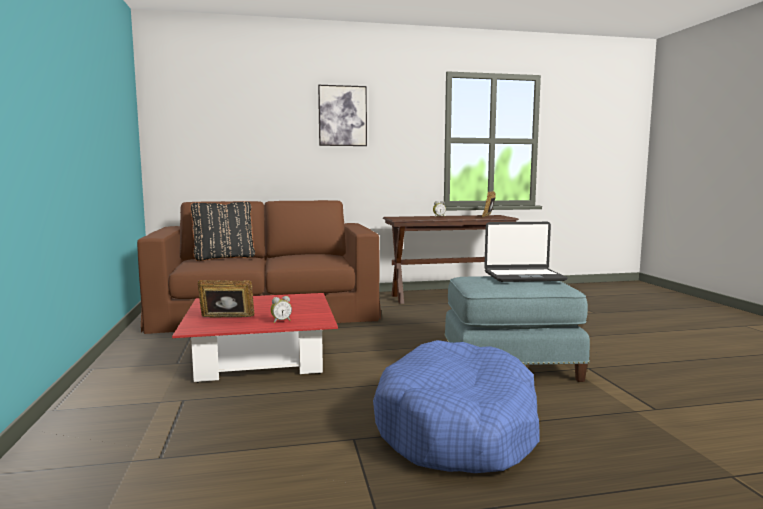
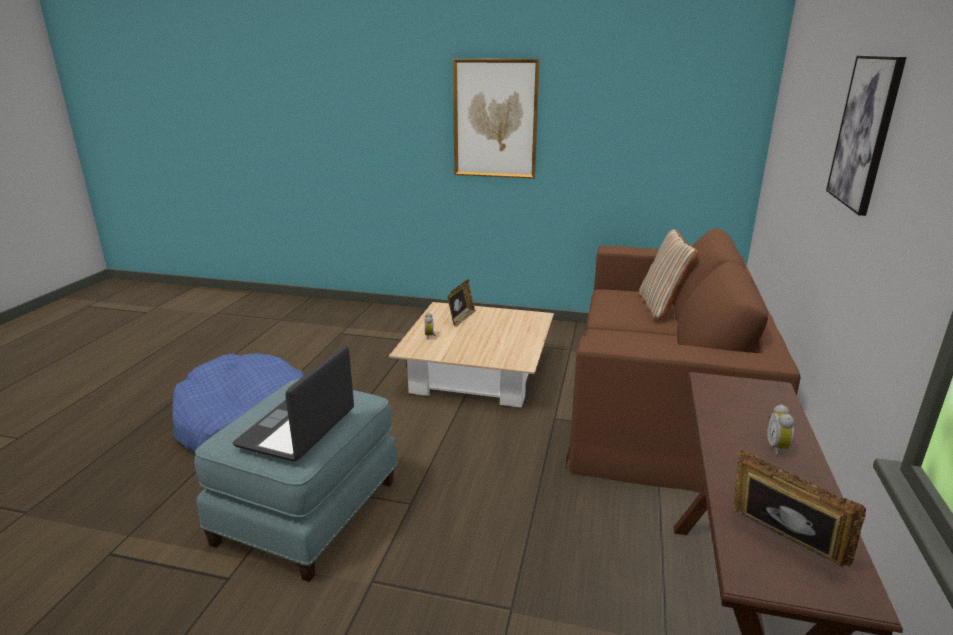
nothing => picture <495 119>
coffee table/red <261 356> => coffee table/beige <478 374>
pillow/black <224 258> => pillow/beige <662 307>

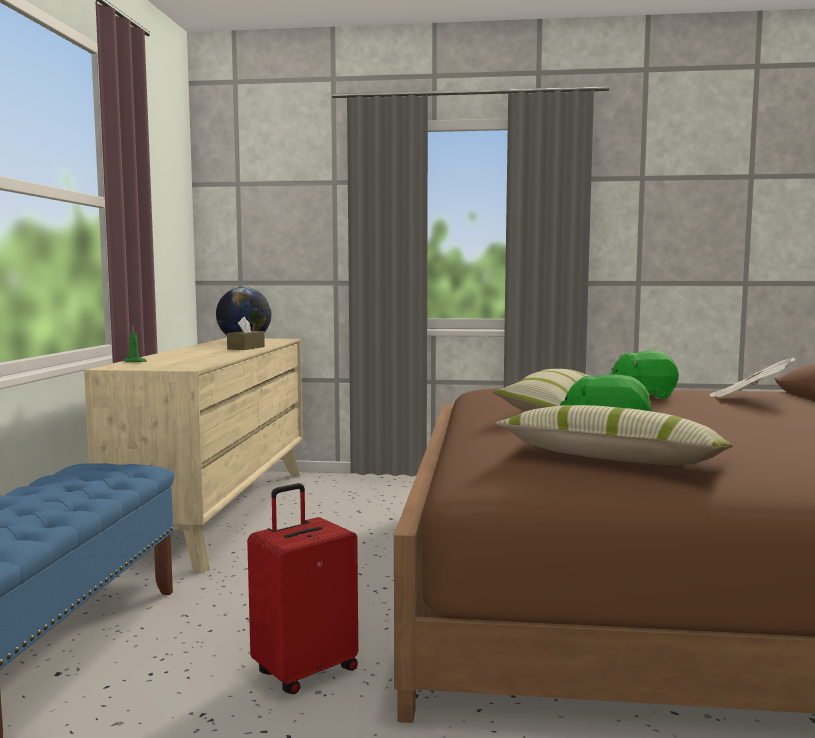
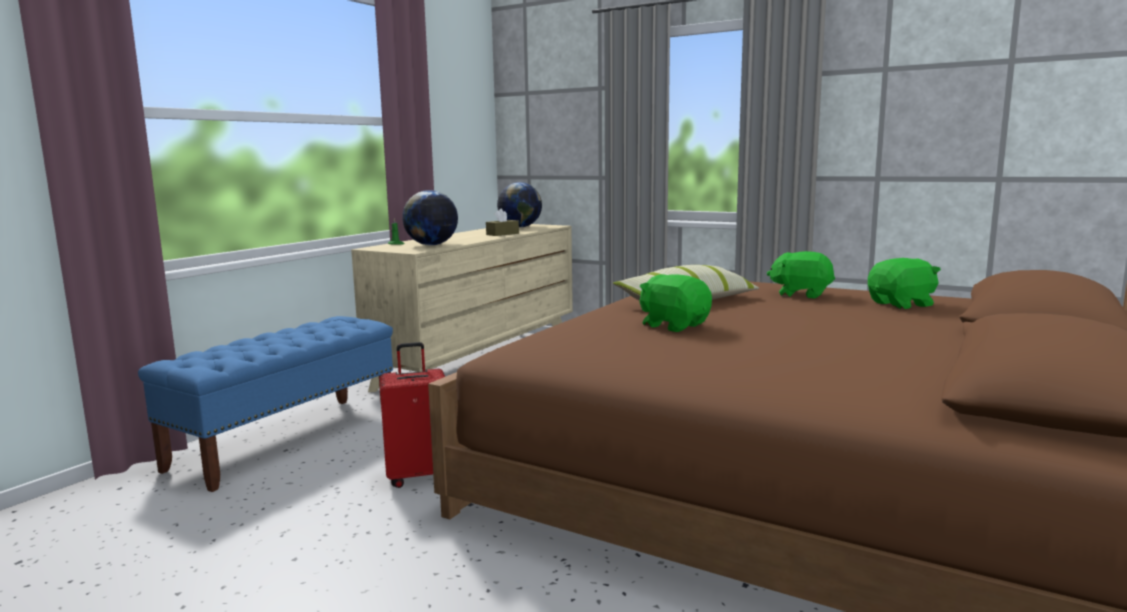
pillow <612 459> => nothing
nothing => globe <431 245>
newspaper <748 399> => plush toy/green <902 304>

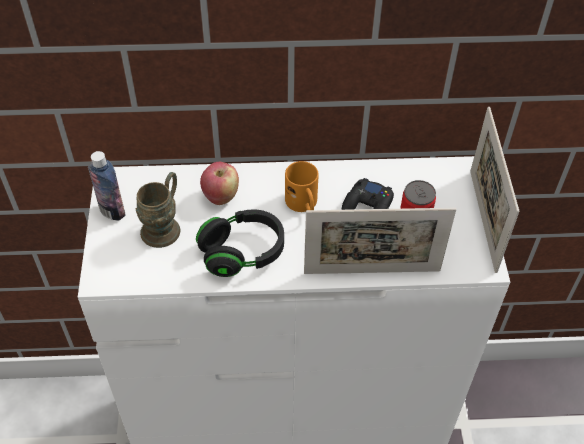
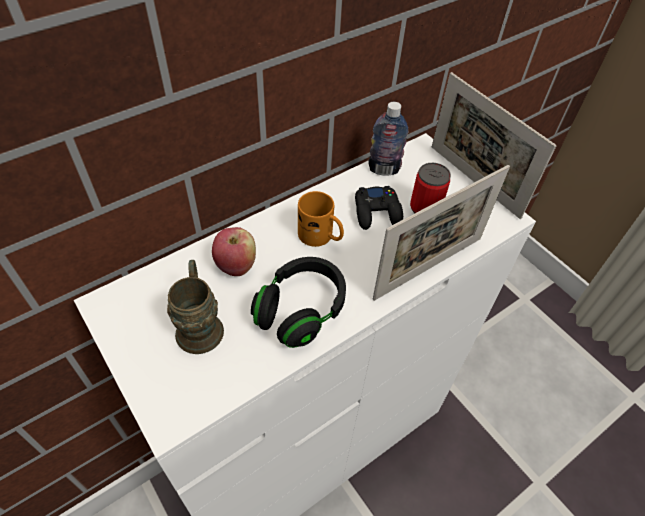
bottle <112 211> => bottle <384 169>, relocated

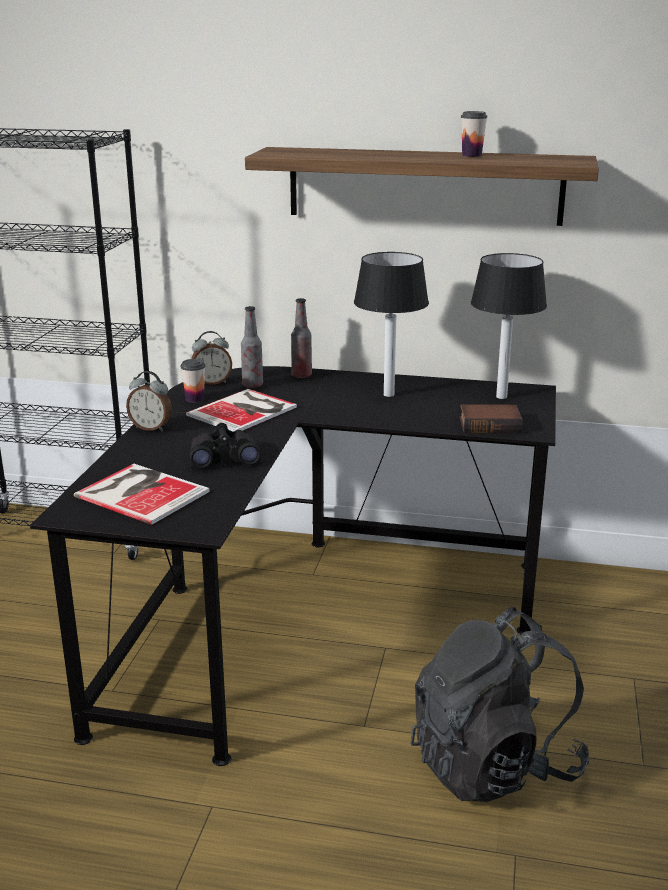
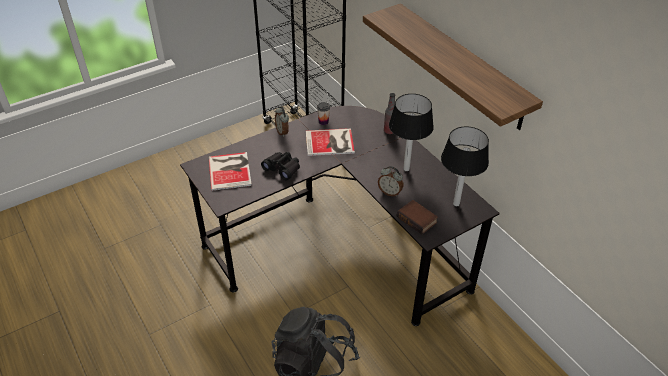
bottle <252 385> => nothing
cup <471 155> => nothing
alarm clock <212 382> => alarm clock <390 192>, relocated

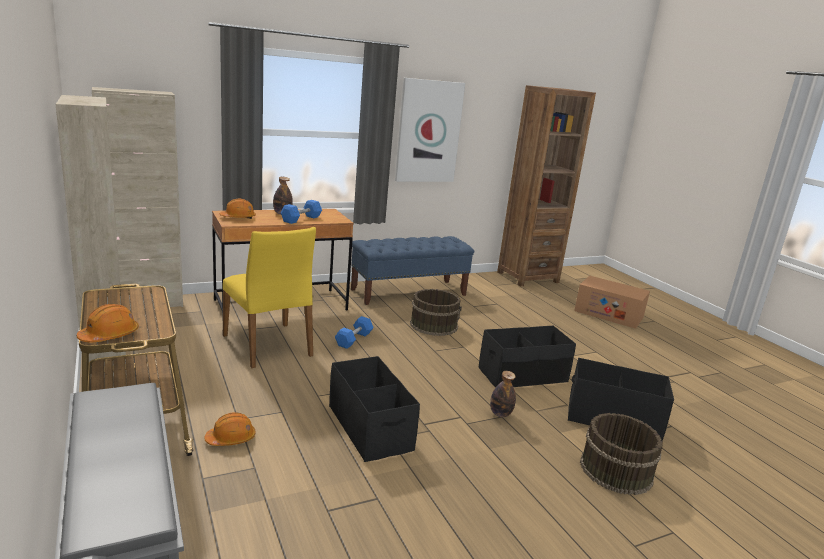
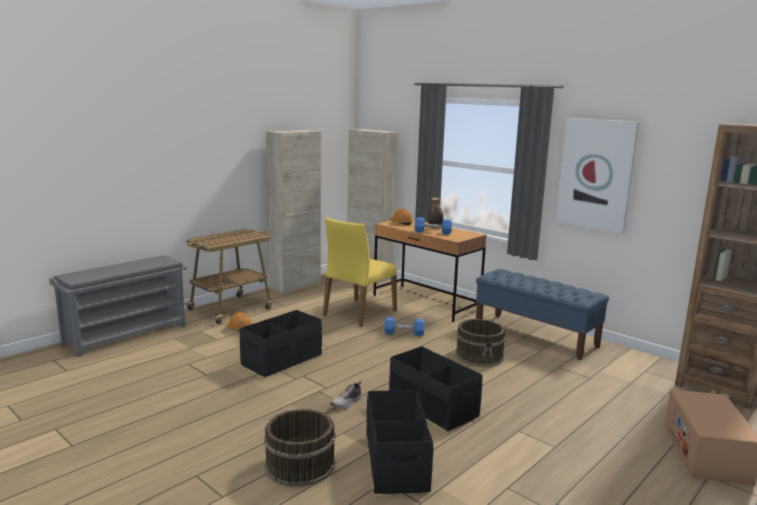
hard hat/orange <109 335> => nothing
bottle <500 414> => shoe <347 403>

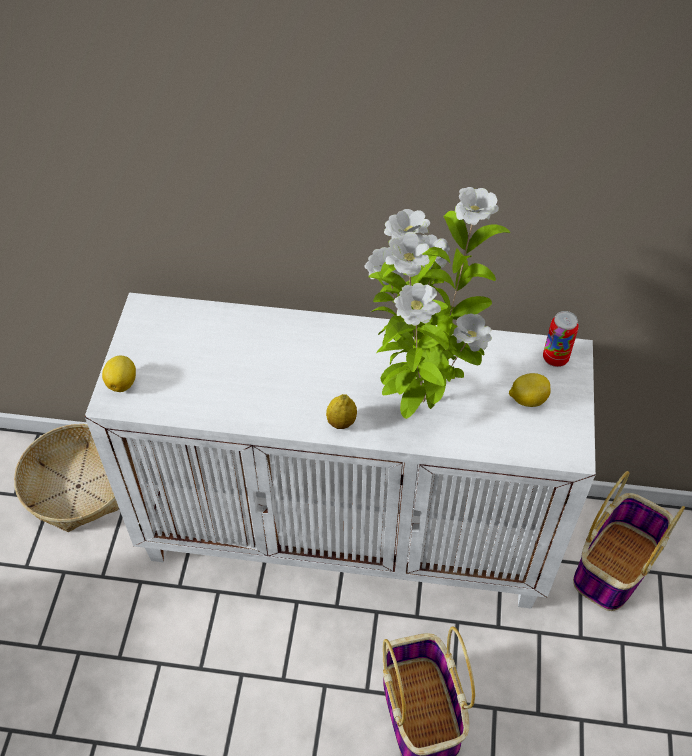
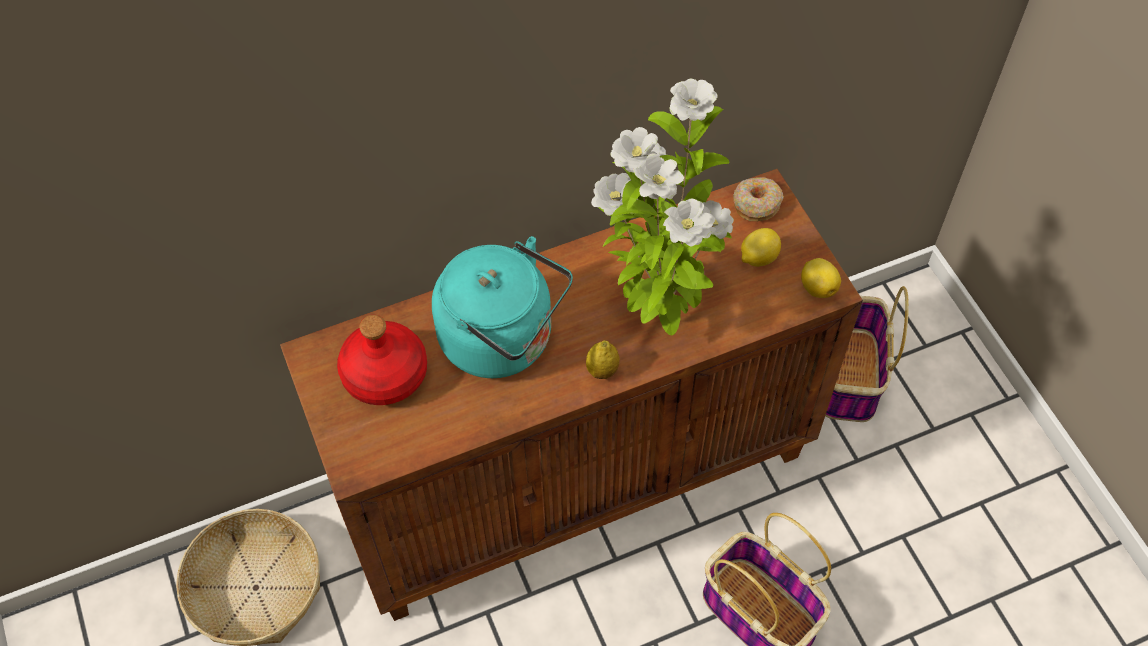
nothing => bottle/red <386 375>
nothing => kettle/turquoise <503 340>
lemon <122 382> => lemon <817 287>, relocated
can <555 358> => donut <756 204>
cabinet/white <348 531> => cabinet/brown <578 477>

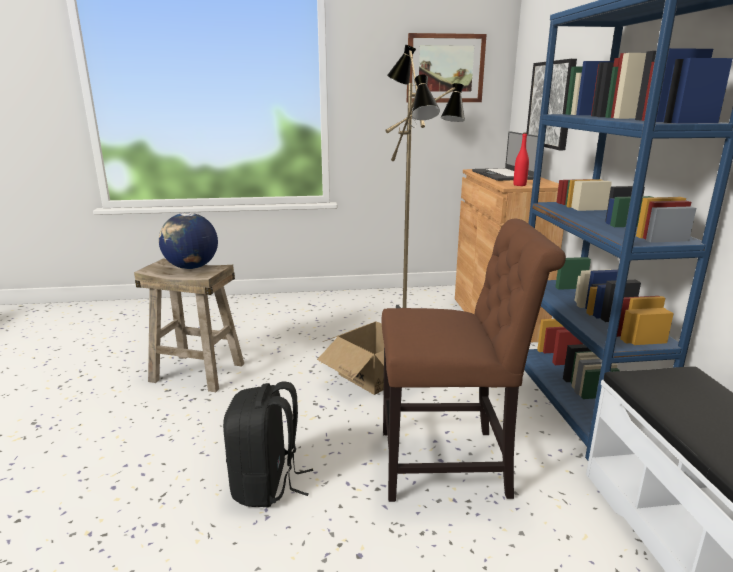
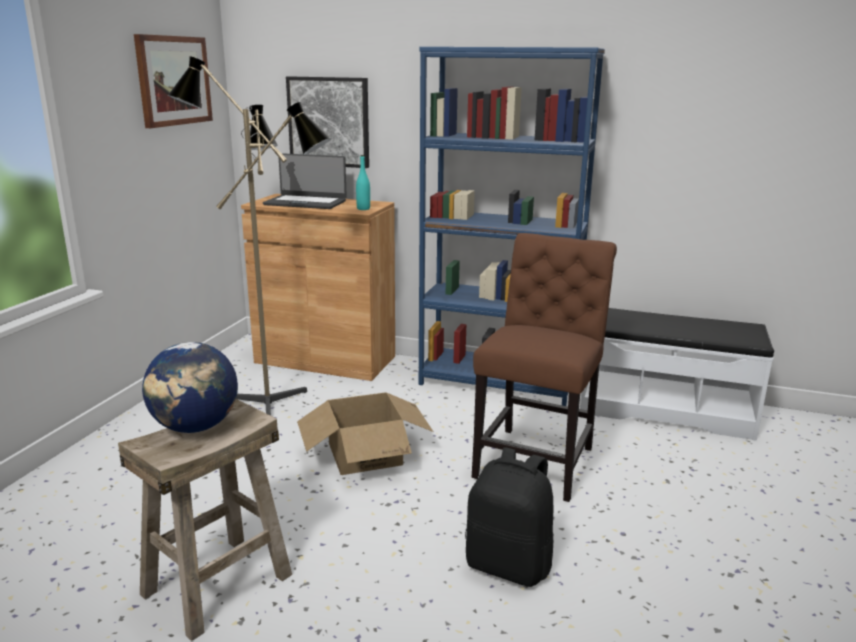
bottle/red <519 185> => bottle/turquoise <363 209>

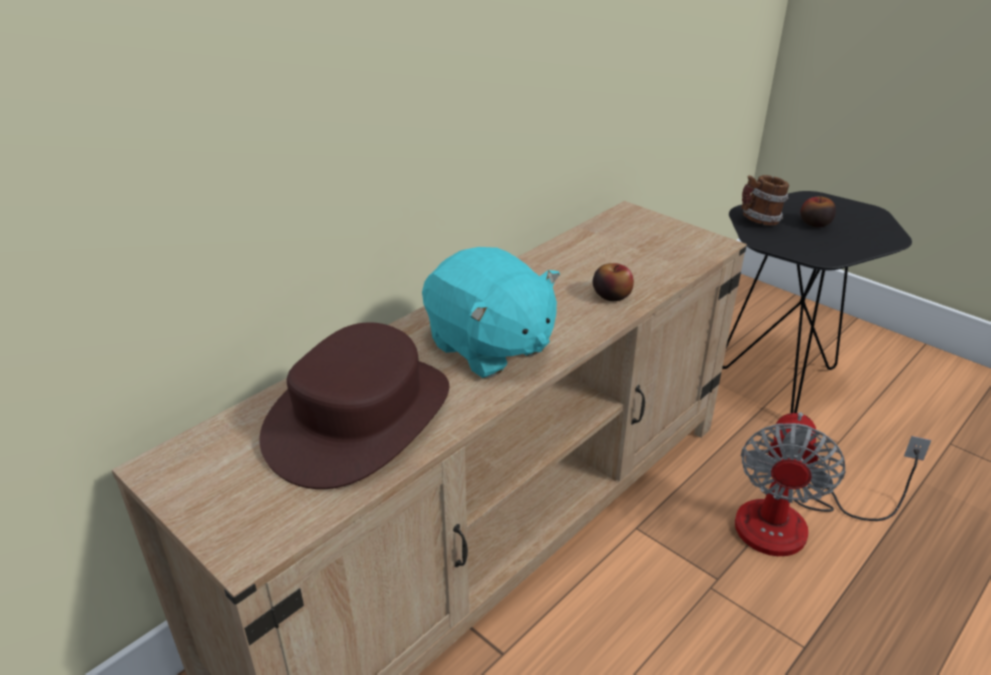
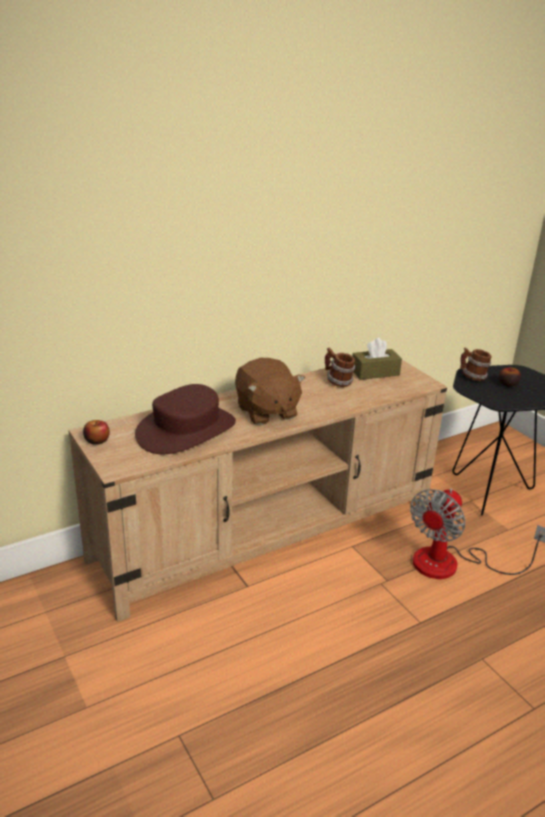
nothing => mug <338 382>
nothing => tissue box/brown <375 372>
apple <612 295> => apple <97 440>, relocated
plush toy/turquoise <489 347> => plush toy/brown <266 412>

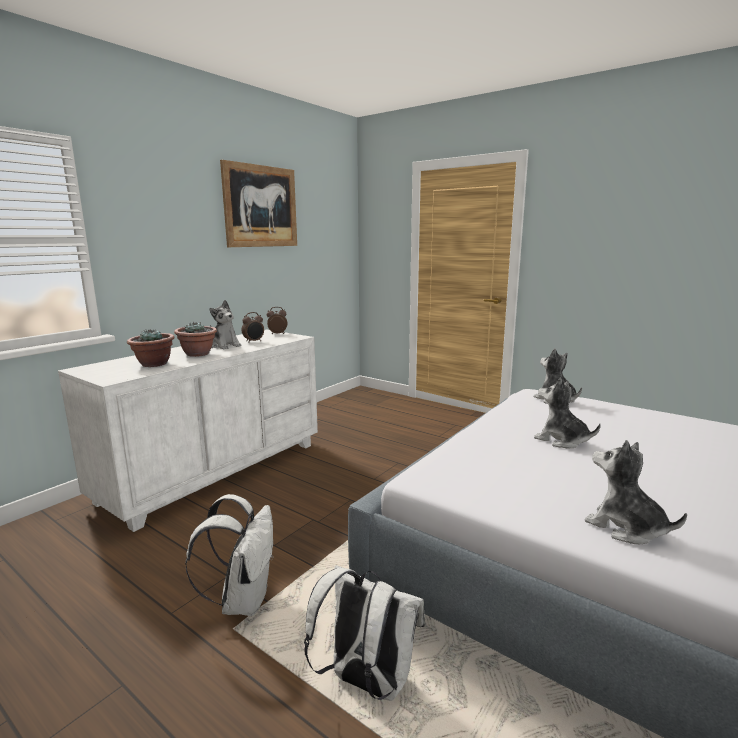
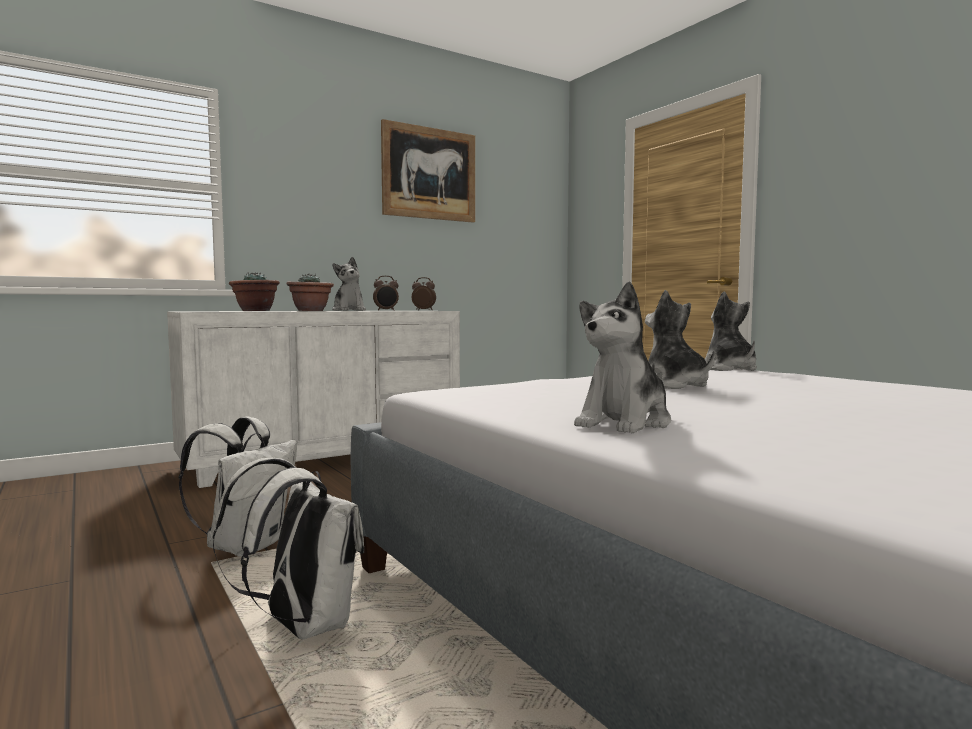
plush toy <625 527> => plush toy <625 423>, 120 degrees counterclockwise

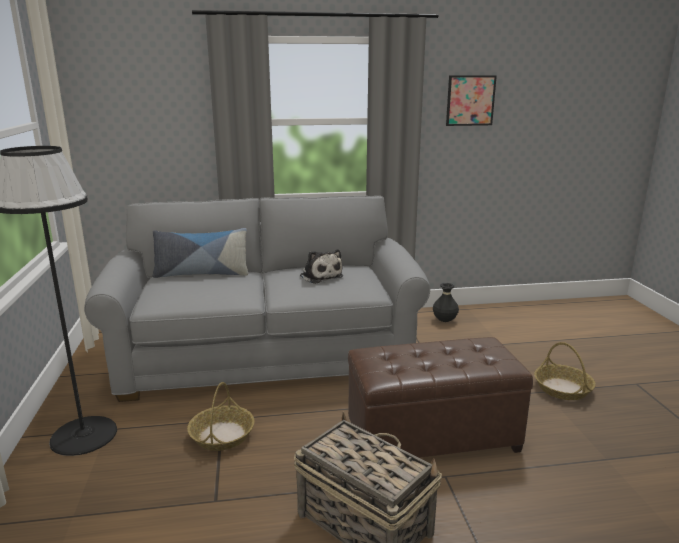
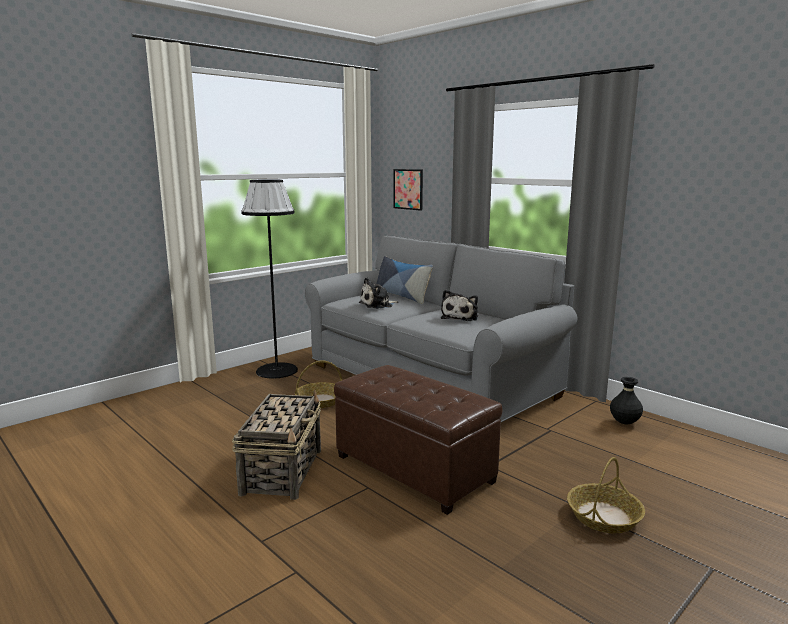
nothing => plush toy <378 305>
picture <470 100> => picture <408 189>, relocated

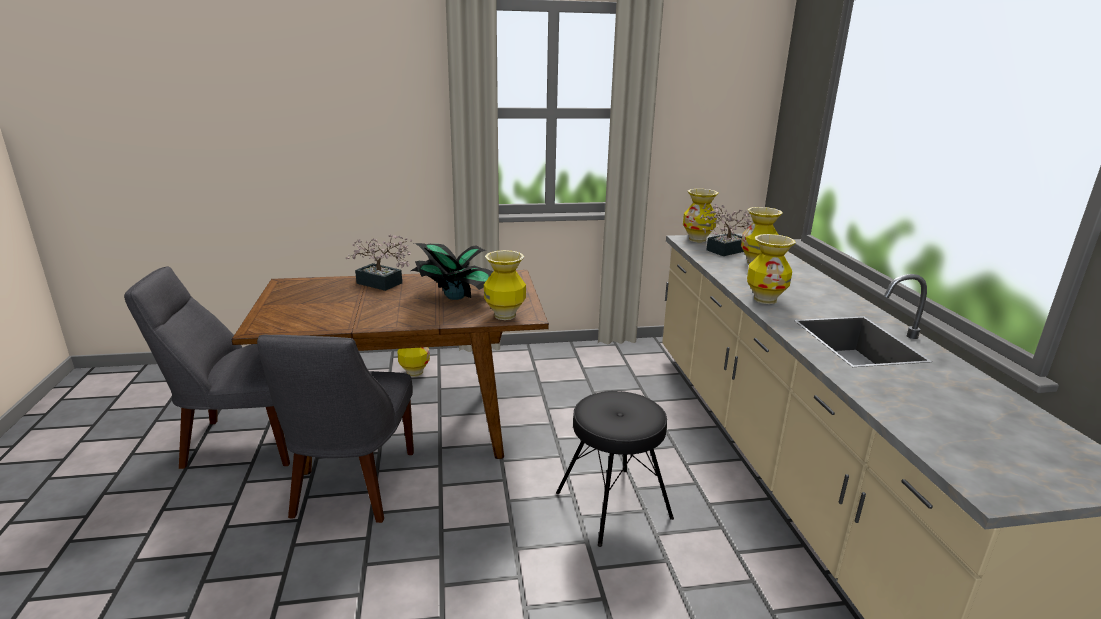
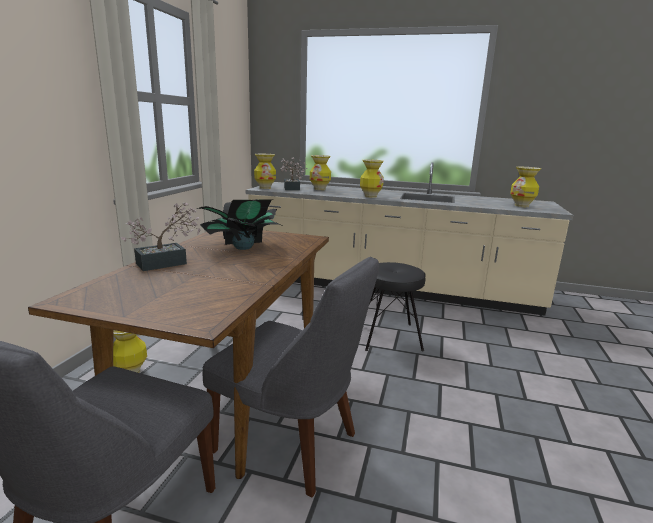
vase <505 315> => vase <521 206>, relocated

